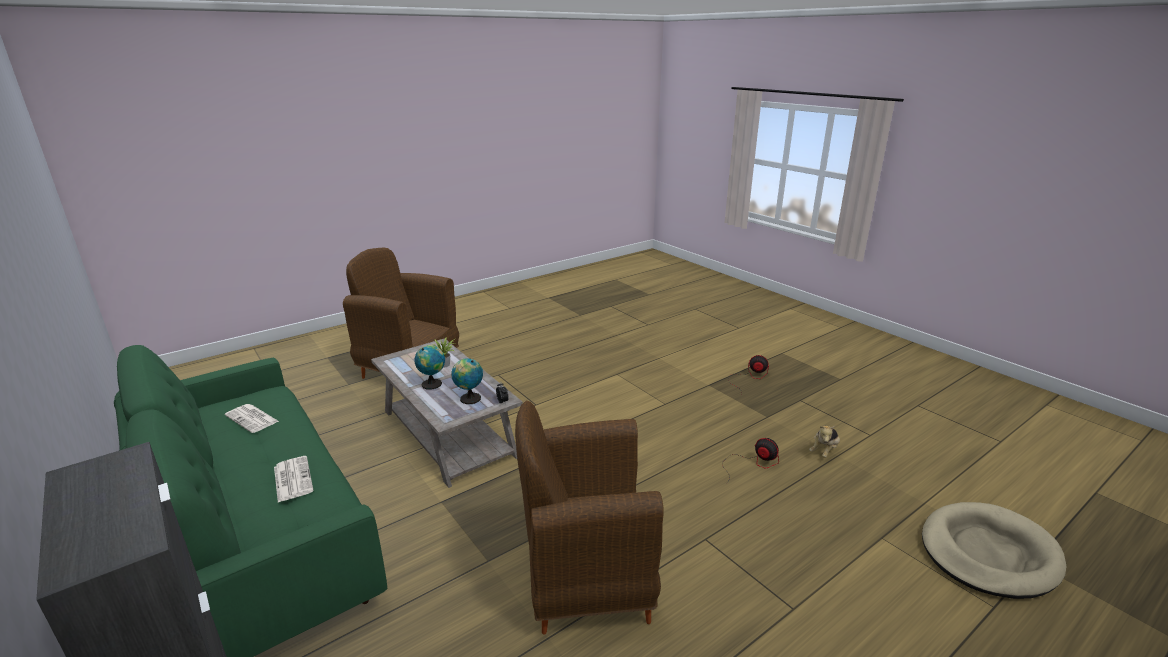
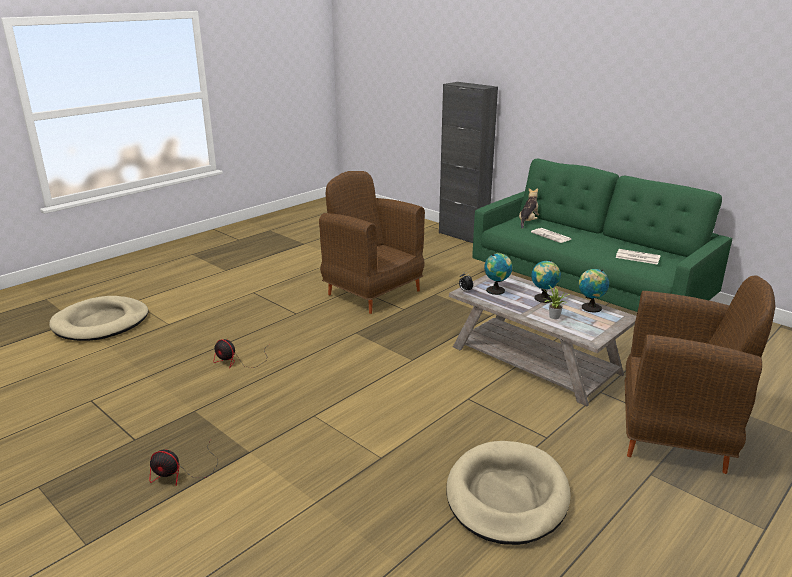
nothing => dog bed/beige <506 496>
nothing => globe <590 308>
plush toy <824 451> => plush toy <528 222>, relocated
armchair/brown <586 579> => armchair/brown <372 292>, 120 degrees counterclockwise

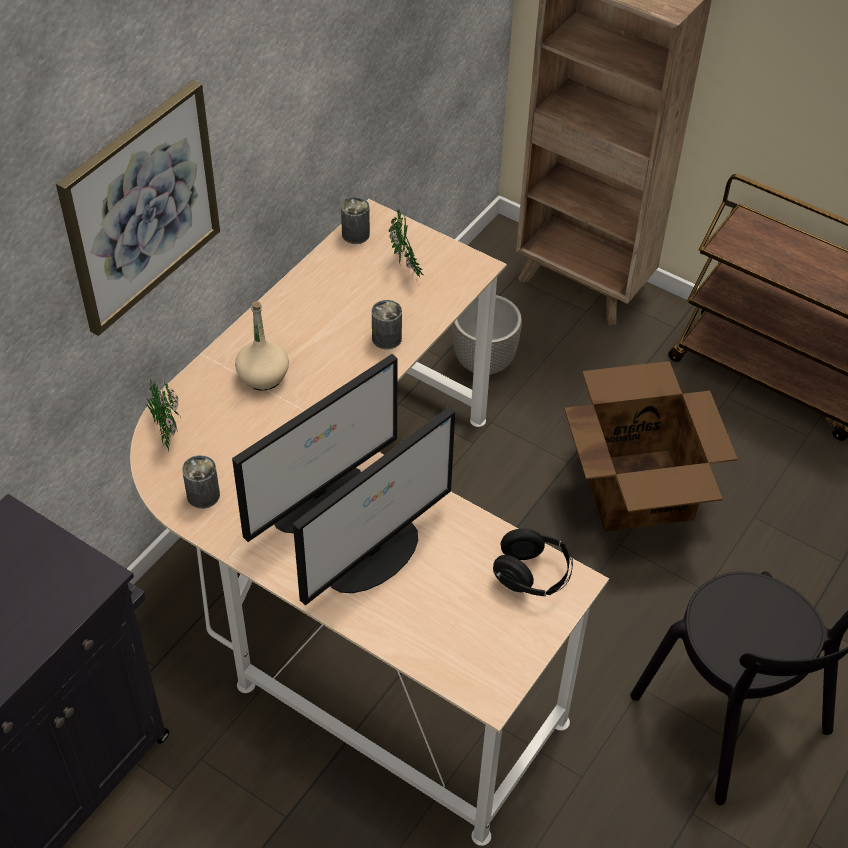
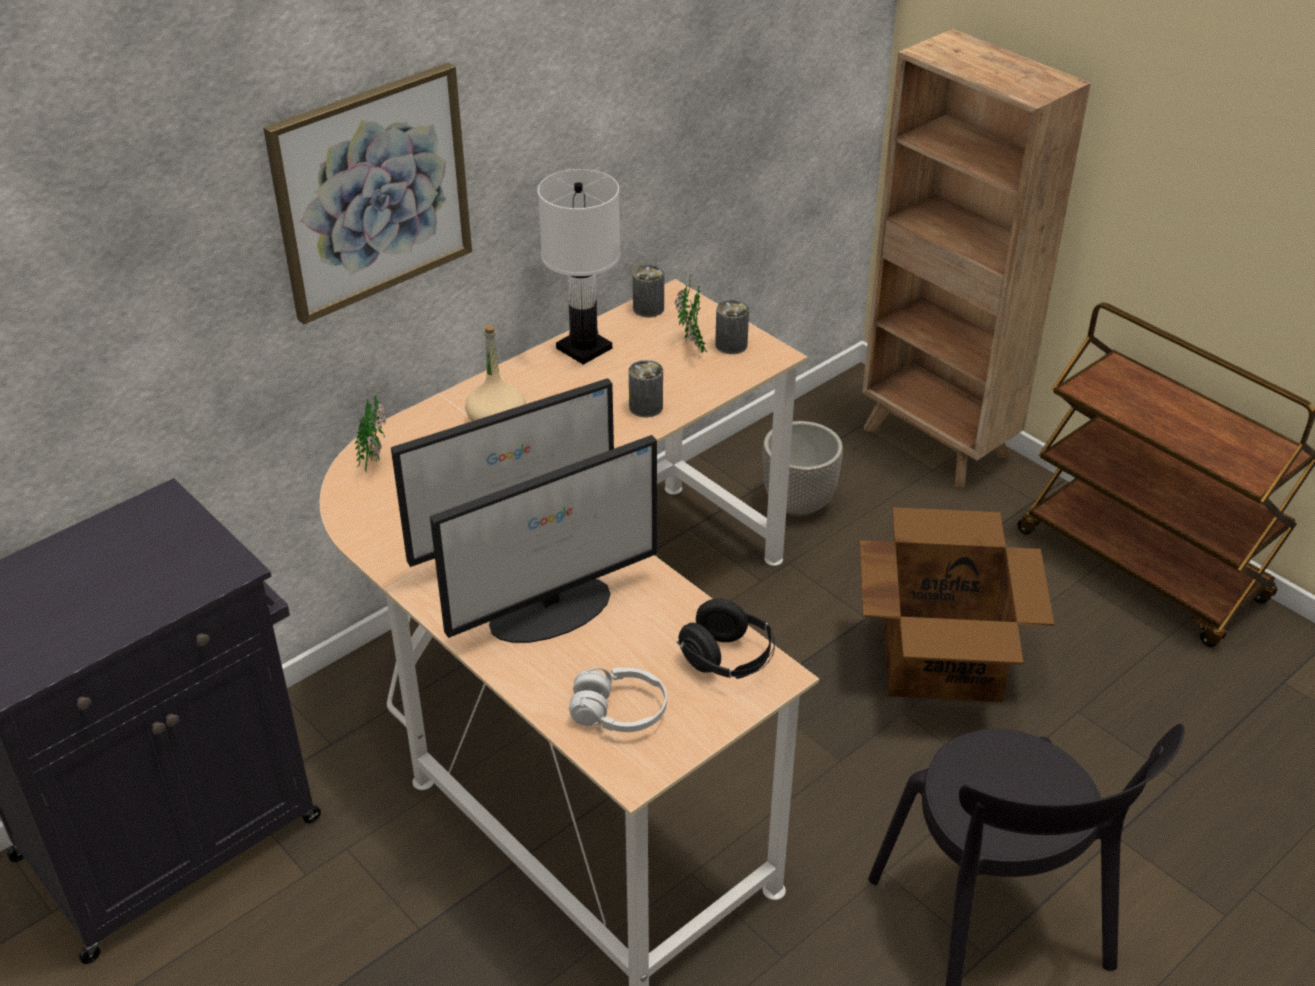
nothing => table lamp/white <584 348>
nothing => headphones/white <619 712>
can <203 495> => can <731 345>, relocated

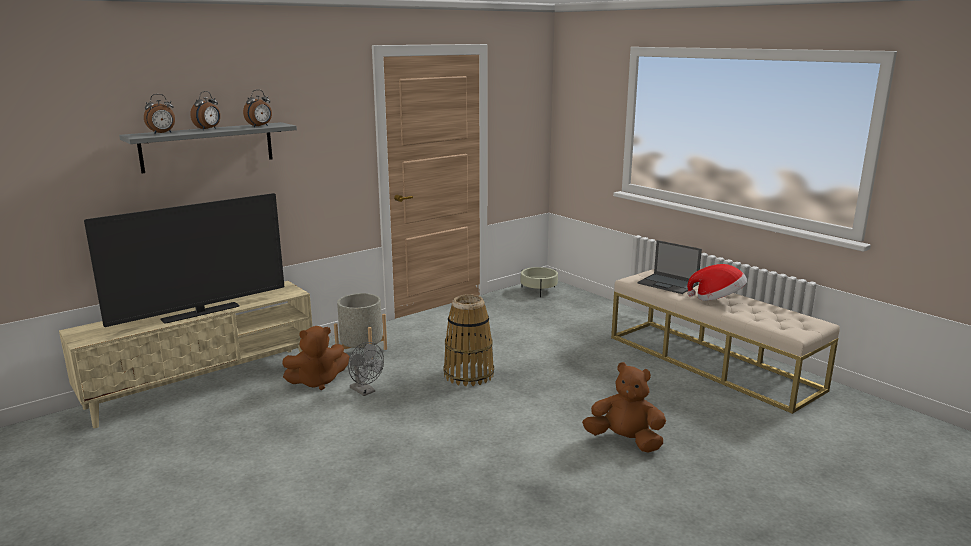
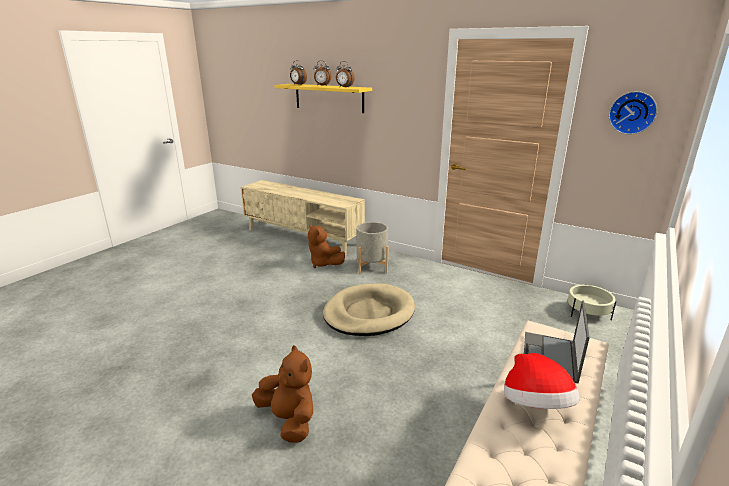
television <201 313> => nothing
fan/grey <365 391> => nothing
nothing => wall clock <632 112>
basket <468 374> => dog bed/beige <369 313>
shelf/grey <208 147> => shelf/yellow <329 98>
plush toy/brown <625 441> => plush toy/brown <289 420>, 45 degrees counterclockwise

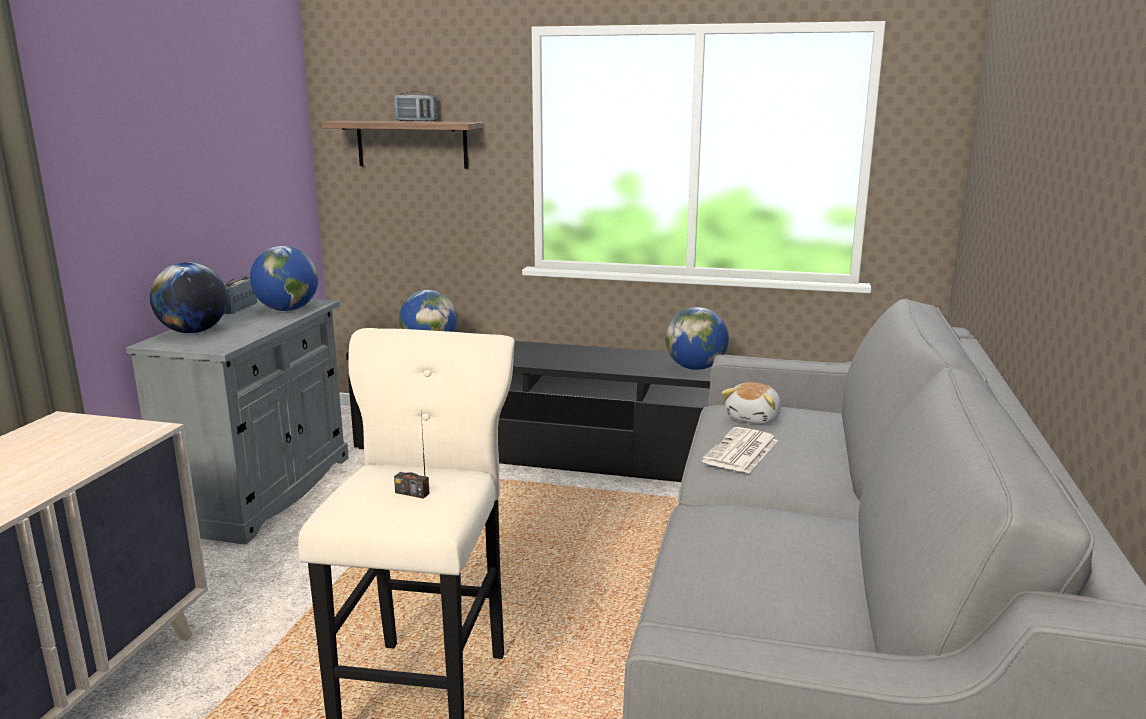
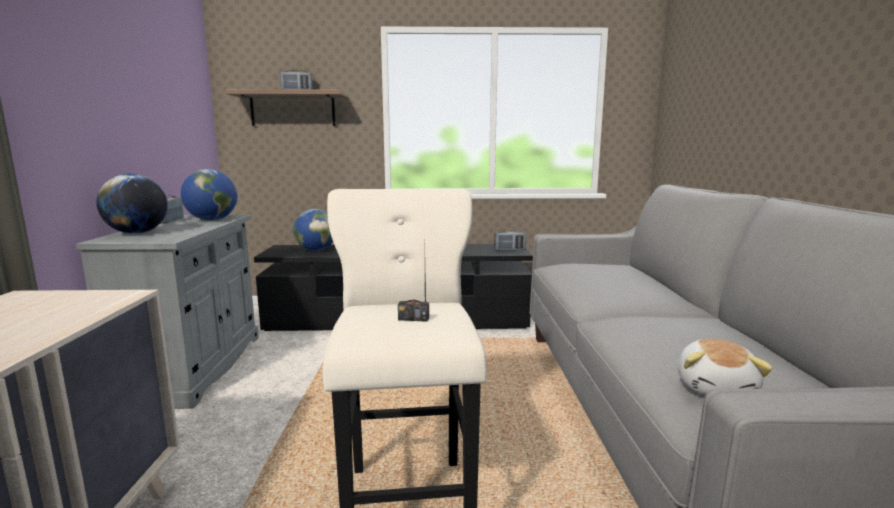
newspaper <741 452> => nothing
plush toy <754 418> => plush toy <716 388>, relocated
globe <695 368> => radio <509 250>

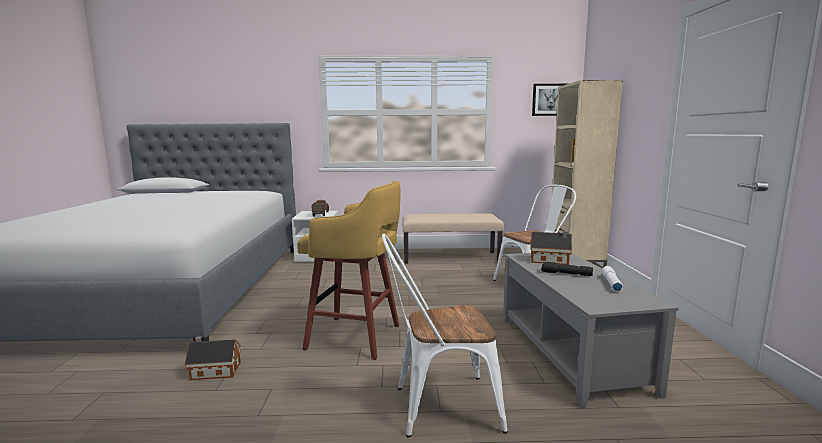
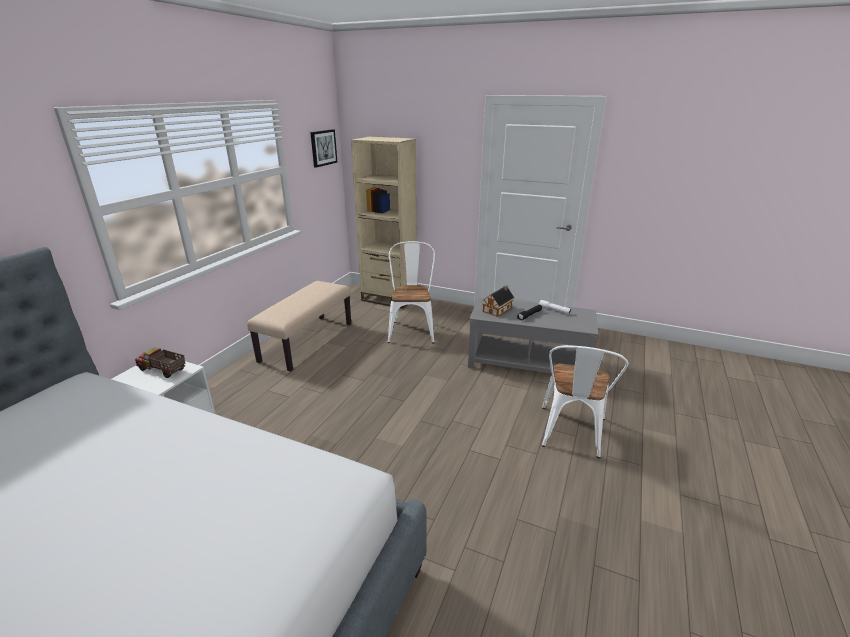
toy house <214 371> => nothing
stool/yellow <357 337> => nothing

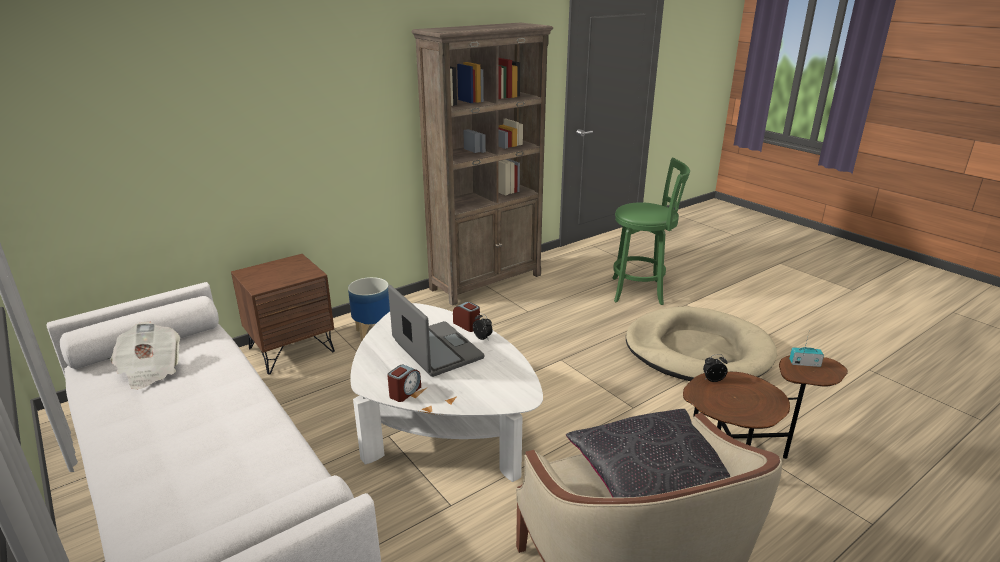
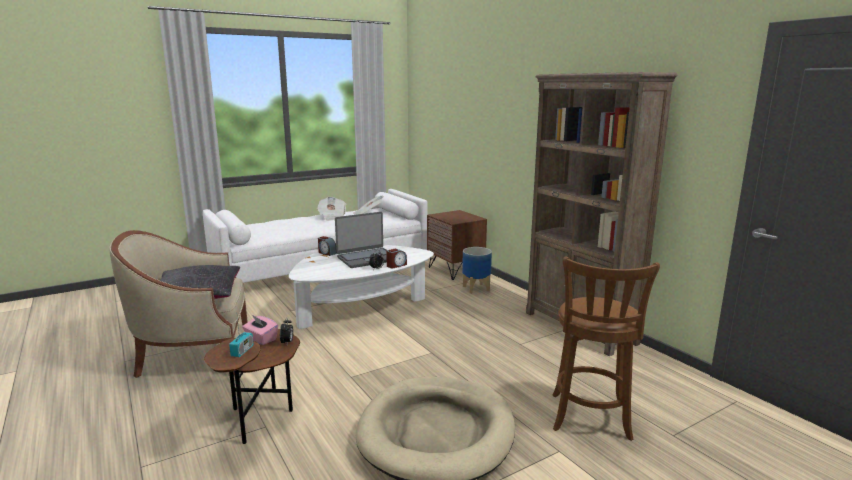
nothing => tissue box/pink <261 339>
nothing => newspaper <332 217>
stool/green <641 291> => stool/brown <590 419>

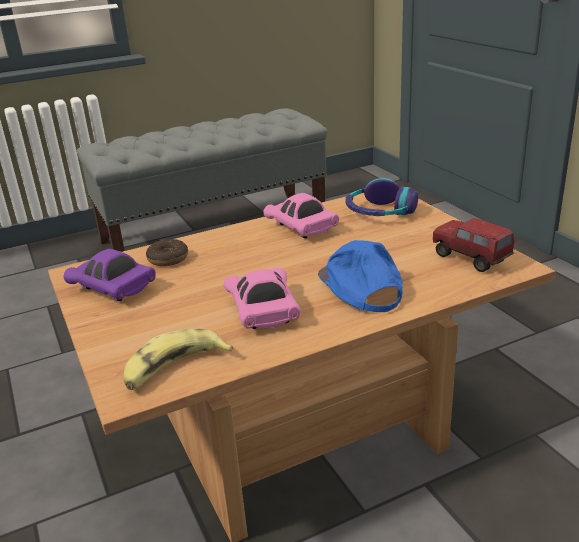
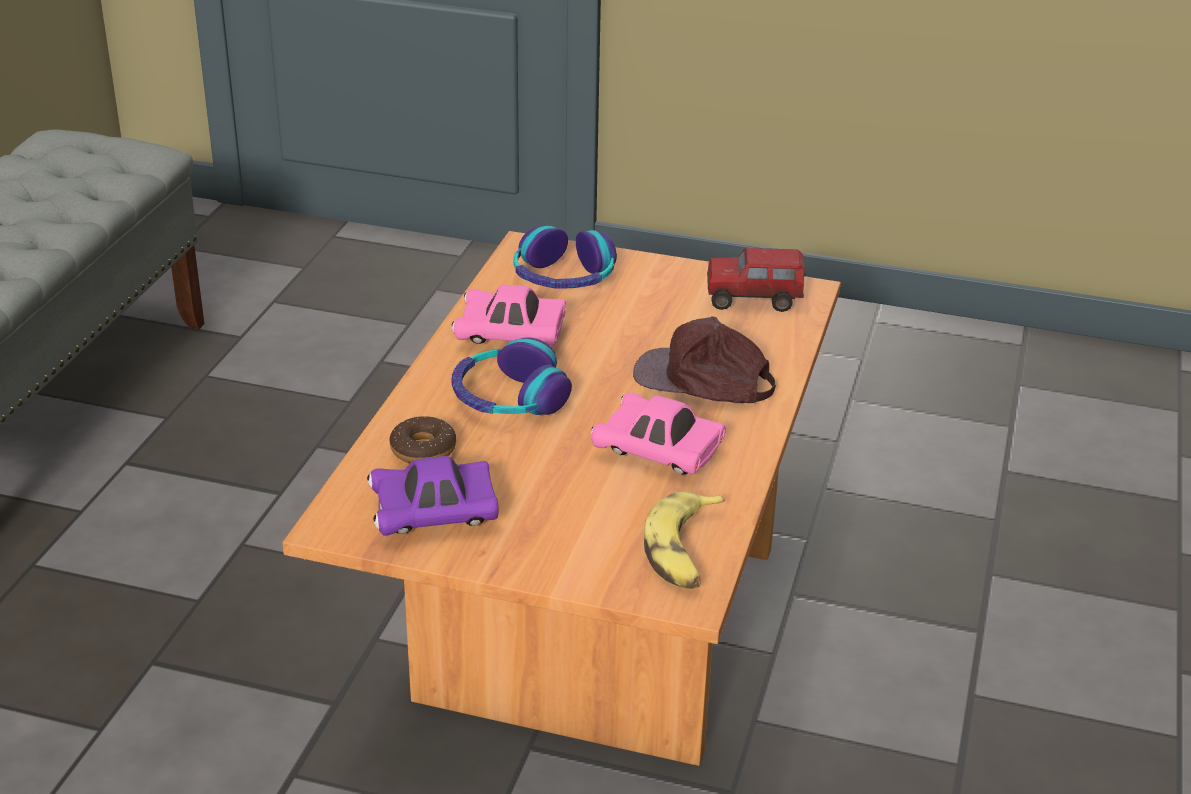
nothing => headphones <509 398>
cap/blue <360 287> => cap/brown <703 380>

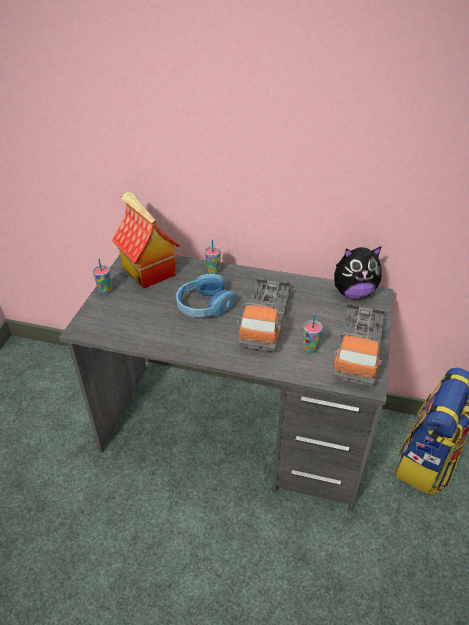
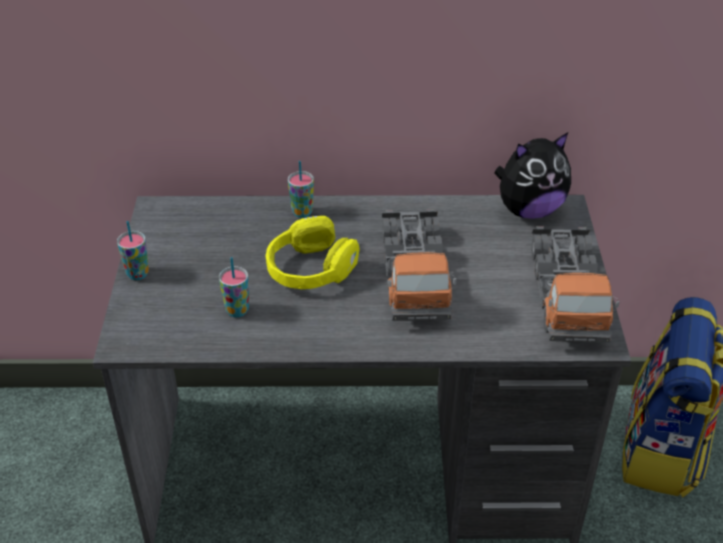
toy house <147 270> => nothing
cup <310 348> => cup <237 310>, relocated
headphones/blue <204 306> => headphones/yellow <310 269>

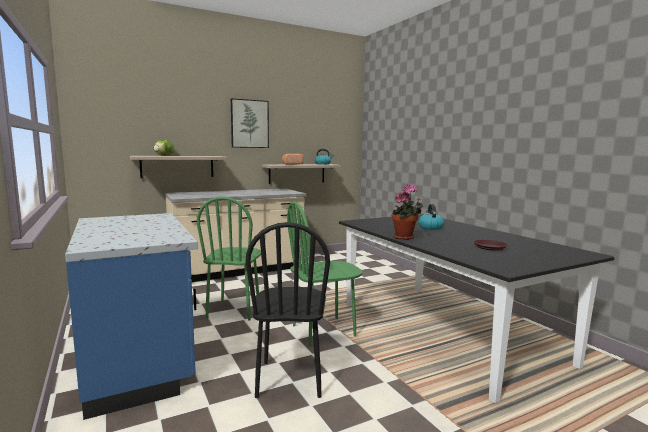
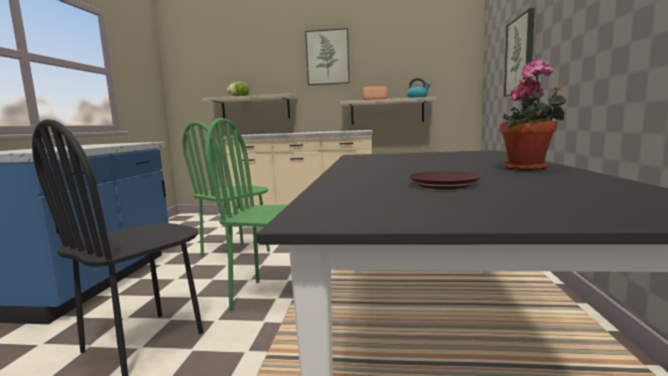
kettle <430 227> => nothing
nothing => picture <520 56>
potted plant <405 238> => potted plant <528 168>, relocated

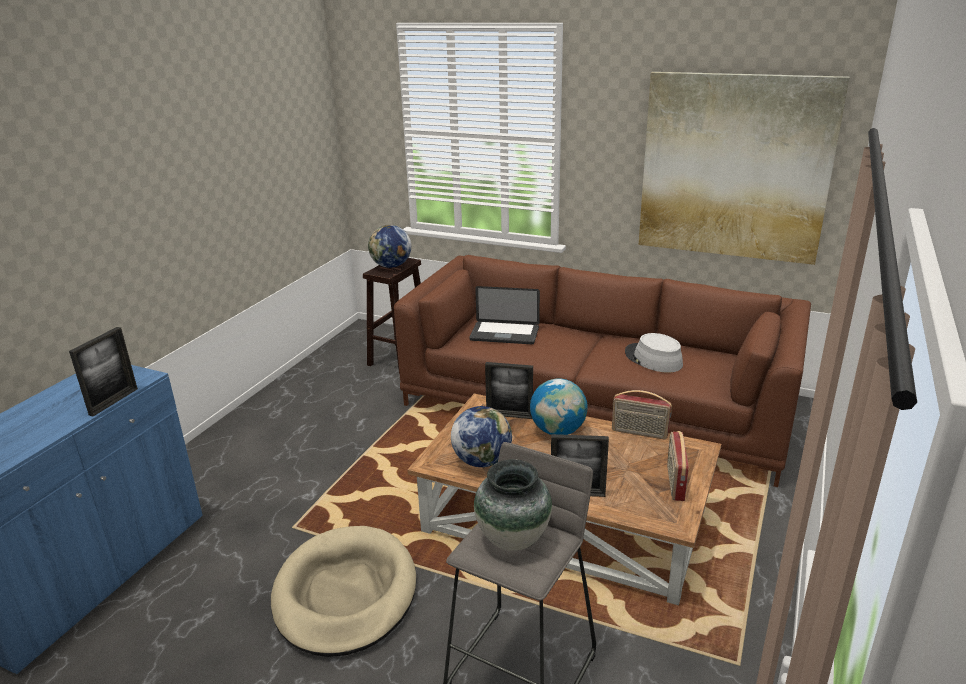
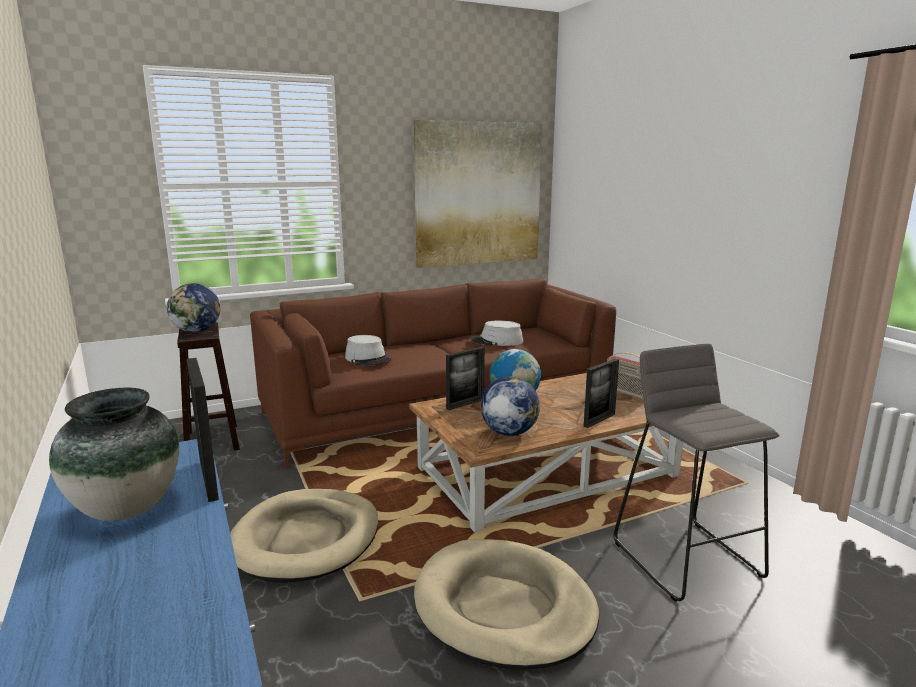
radio <639 433> => nothing
nothing => dog bed/beige <306 539>
vase <513 538> => vase <126 508>, relocated
laptop <504 334> => hat/grey <368 359>

